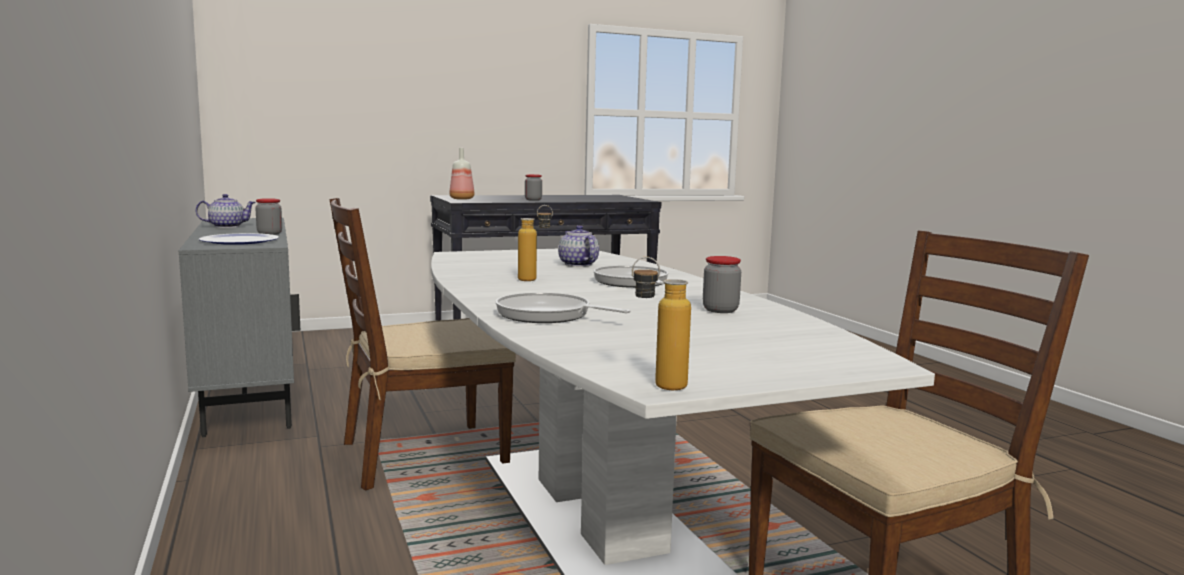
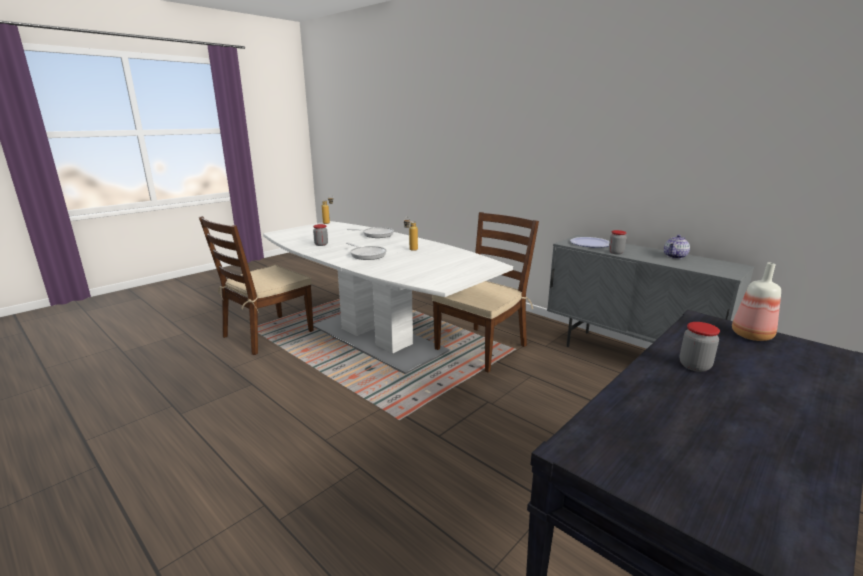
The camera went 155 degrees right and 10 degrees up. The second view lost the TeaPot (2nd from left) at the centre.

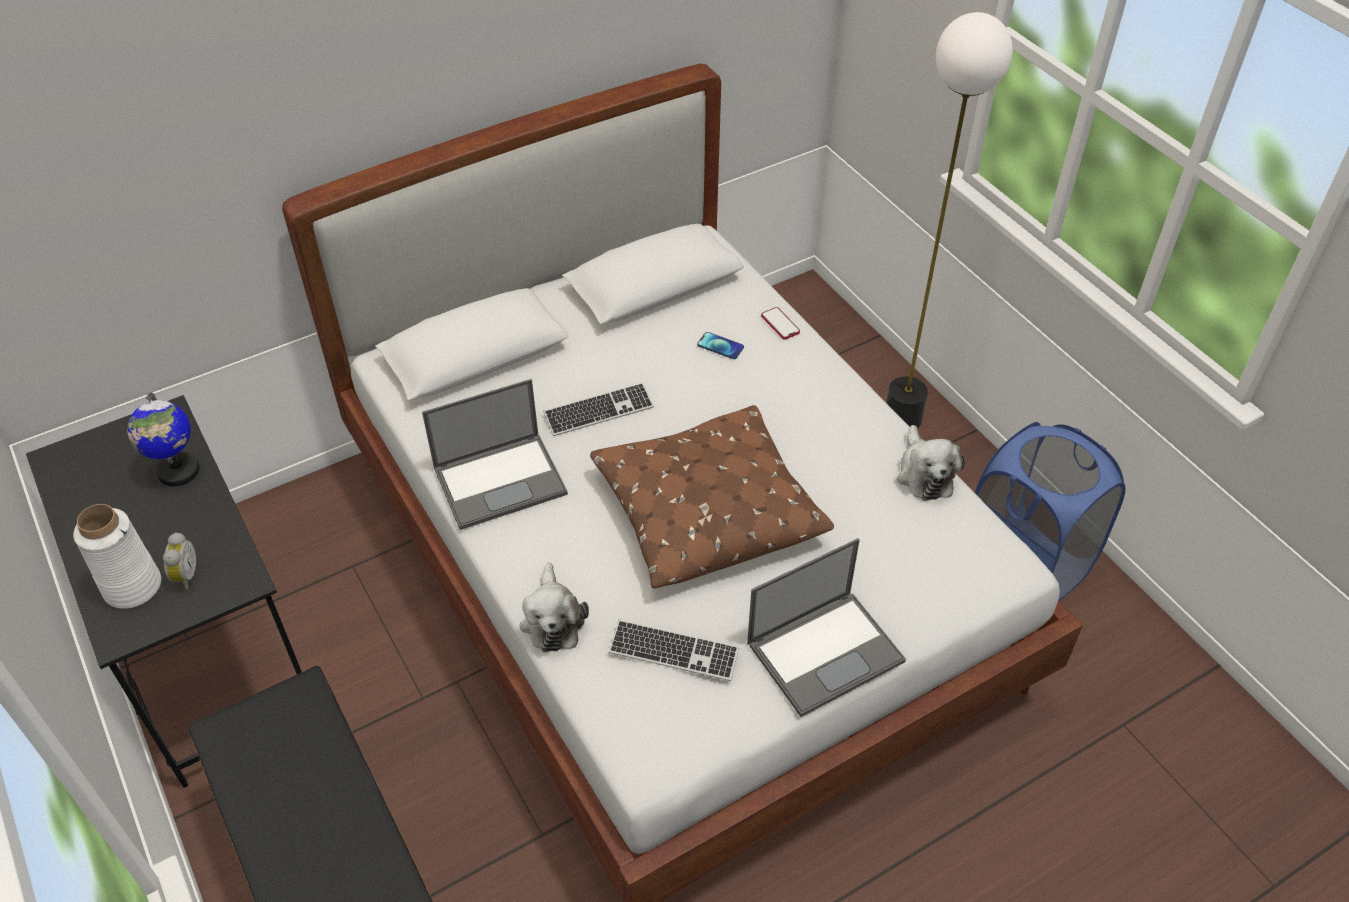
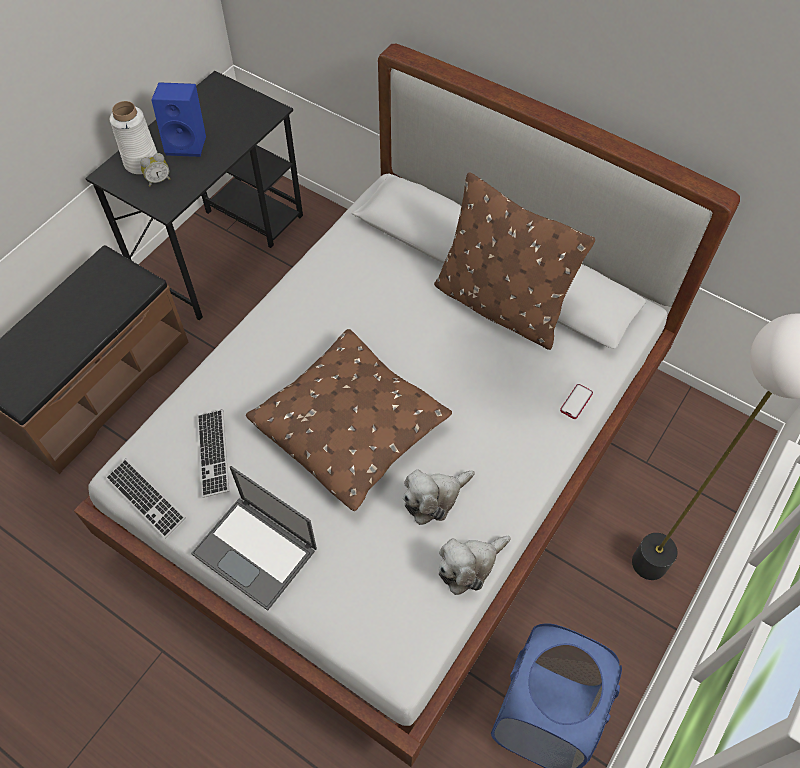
The camera went 65 degrees right and 10 degrees up. The second view lost the Handset (1st from left) at the centre. The second view lost the NotebookComputer (1st from left) at the centre. The ComputerKeyboard (1st from left) ended up elsewhere, having gone from the centre to the middle left. The second view lost the Globe at the middle left. The CuddlyToy (1st from left) ended up elsewhere, having gone from the bottom centre to the centre. The second view gained the BluishSpeaker at the top left. The second view gained the BrownColouredCushion (2nd from left) at the centre.

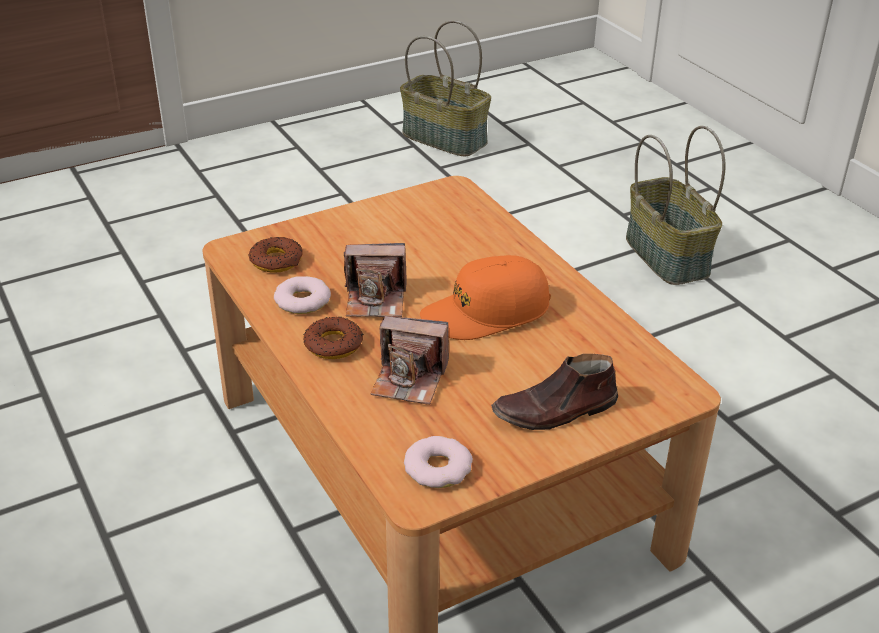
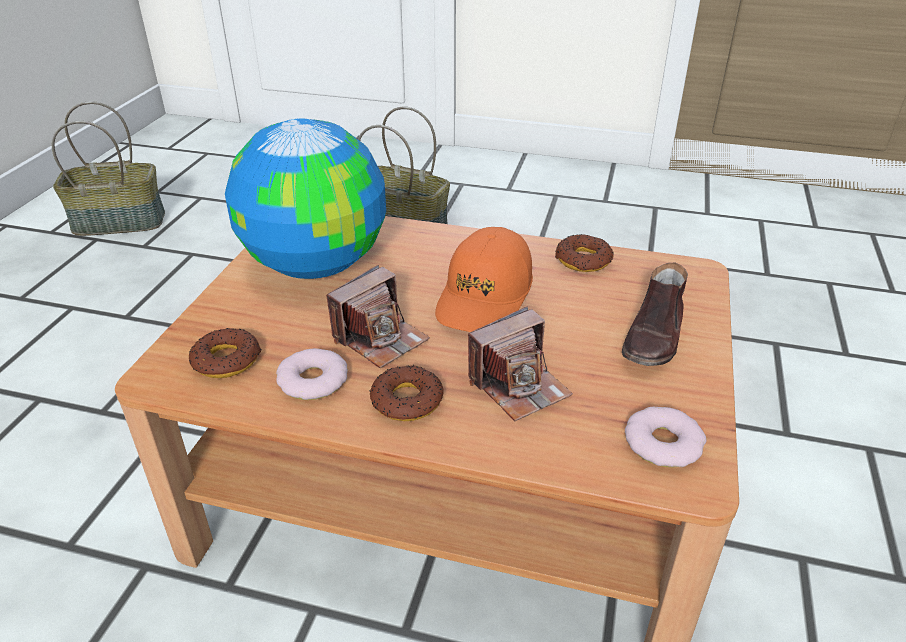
The camera went 45 degrees left and 0 degrees up. The second view gained the Globe at the top centre. The second view gained the Donut (4th from left) at the centre.

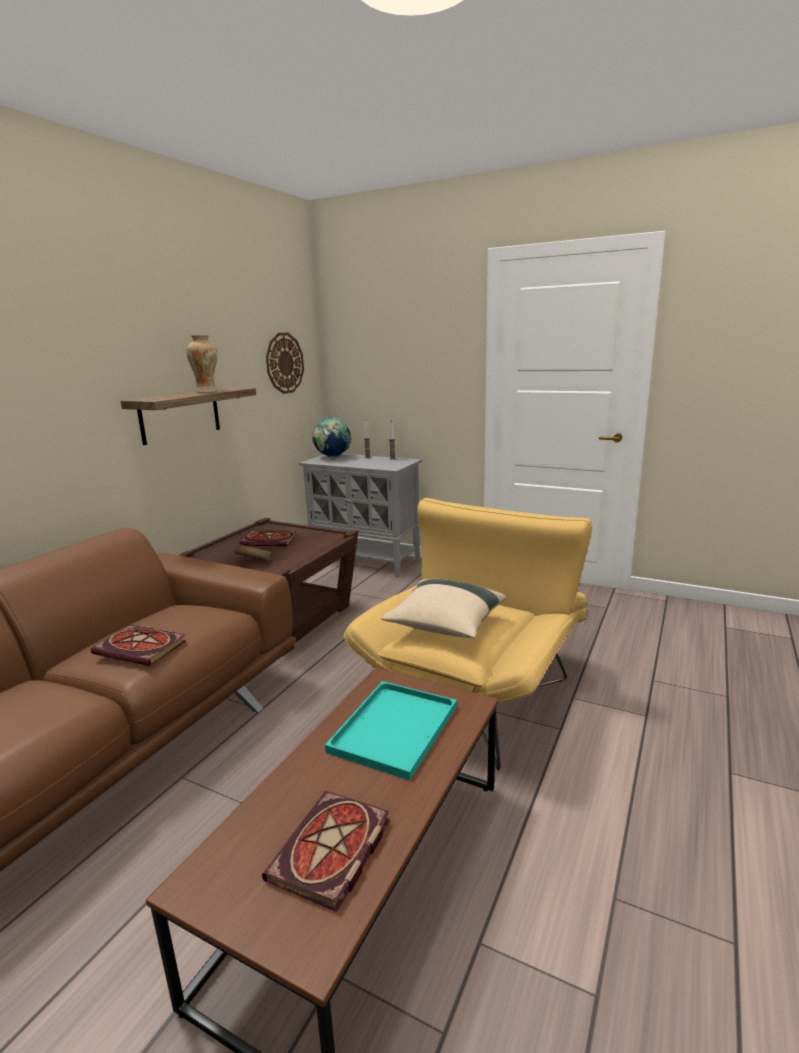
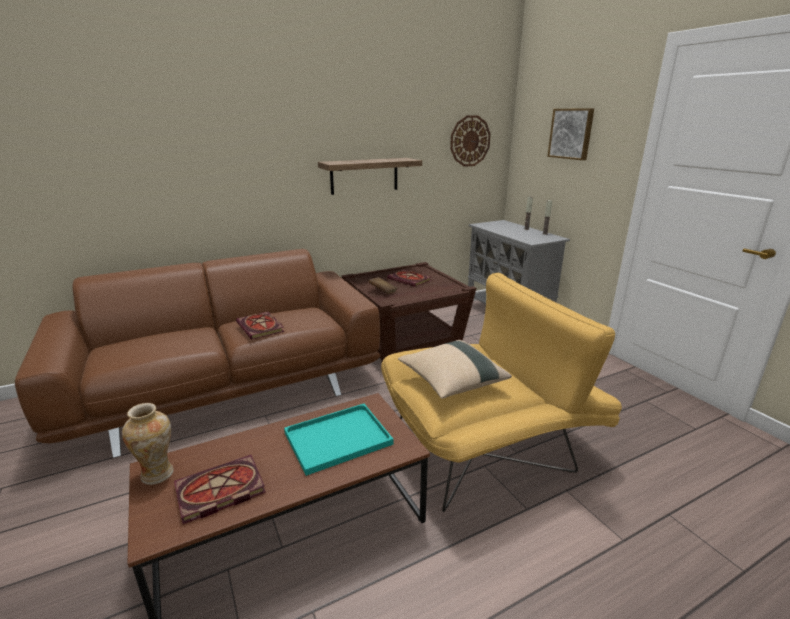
The camera went 35 degrees right and 5 degrees up. The FlowerVase ended up elsewhere, having gone from the middle left to the bottom left. The second view lost the Globe at the centre. The second view gained the WallArt at the top right.

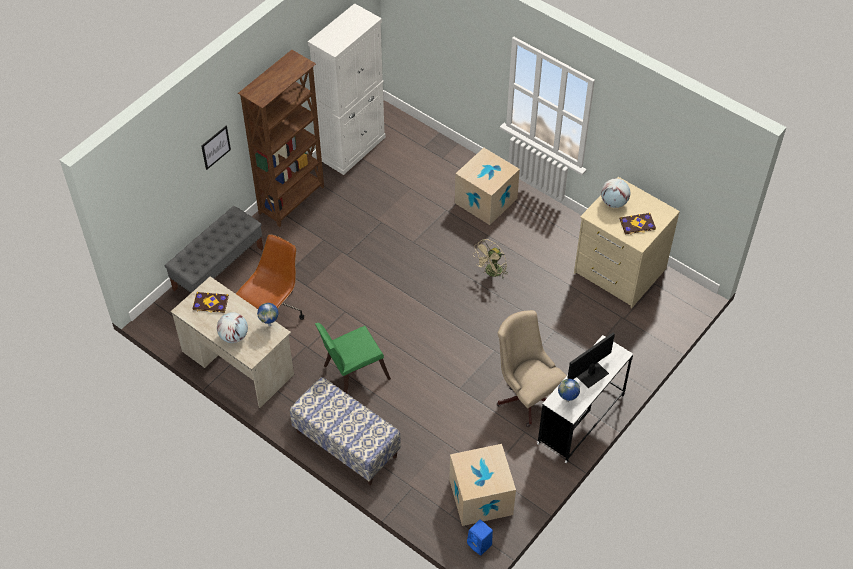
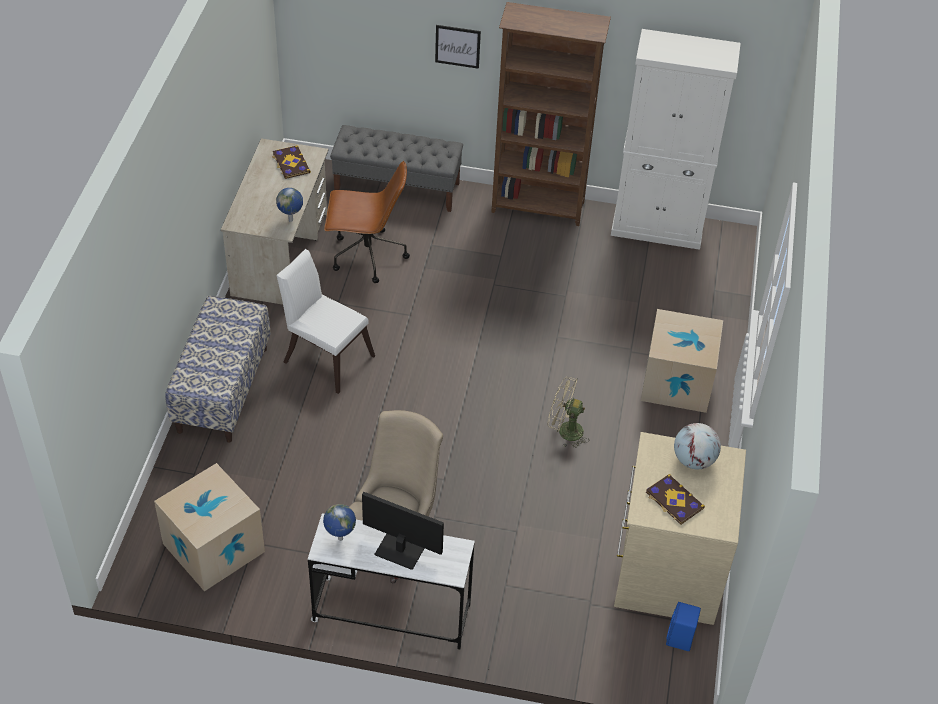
The camera went 60 degrees right and 5 degrees down. The second view lost the Globe (1st from left) at the middle left. What was the GreenColouredUprightChair at the centre turned into the WhiteUprightChair at the centre. The BluishSpeaker ended up elsewhere, having gone from the bottom centre to the bottom right.

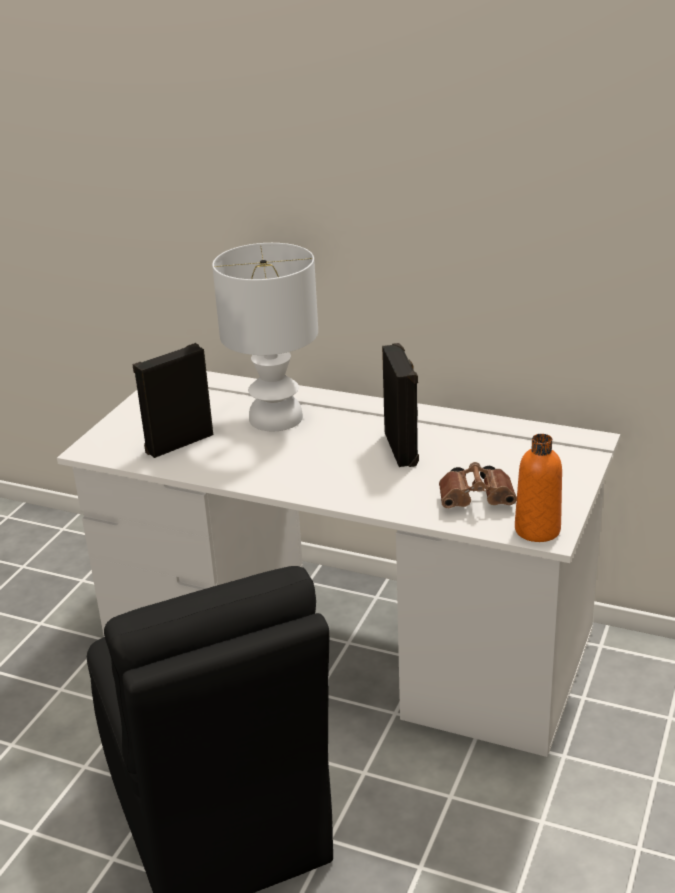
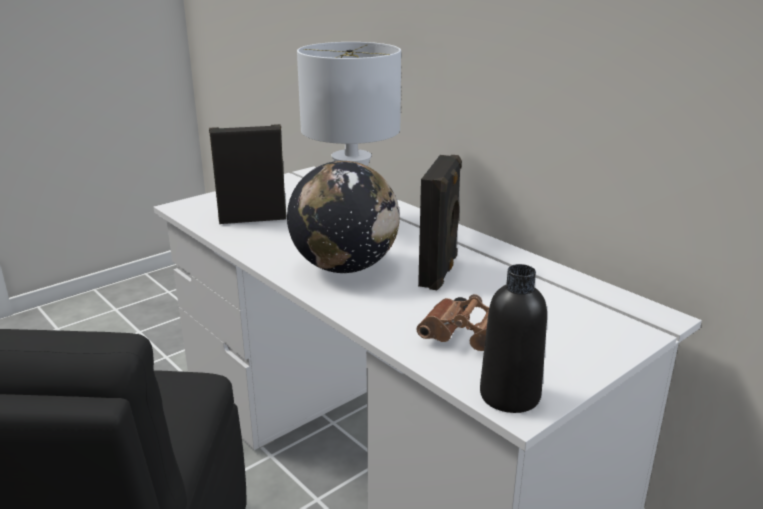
The camera went 25 degrees right and 5 degrees down. What was the OrangeyBottle at the middle right turned into the BlackishBottle at the middle right. The second view gained the Globe at the centre.

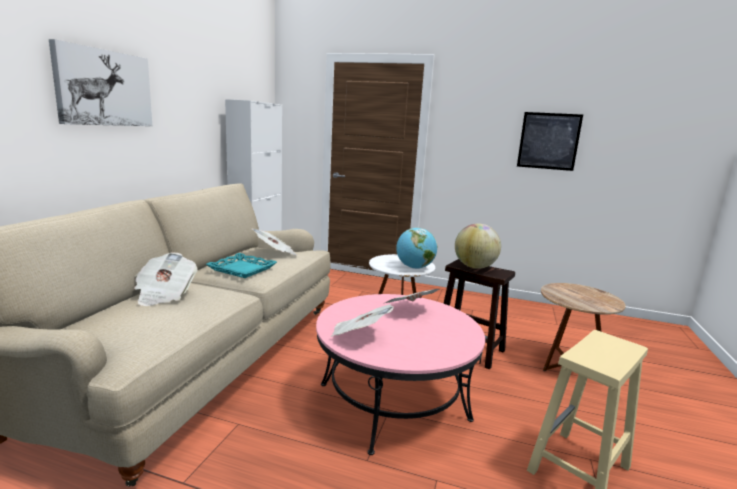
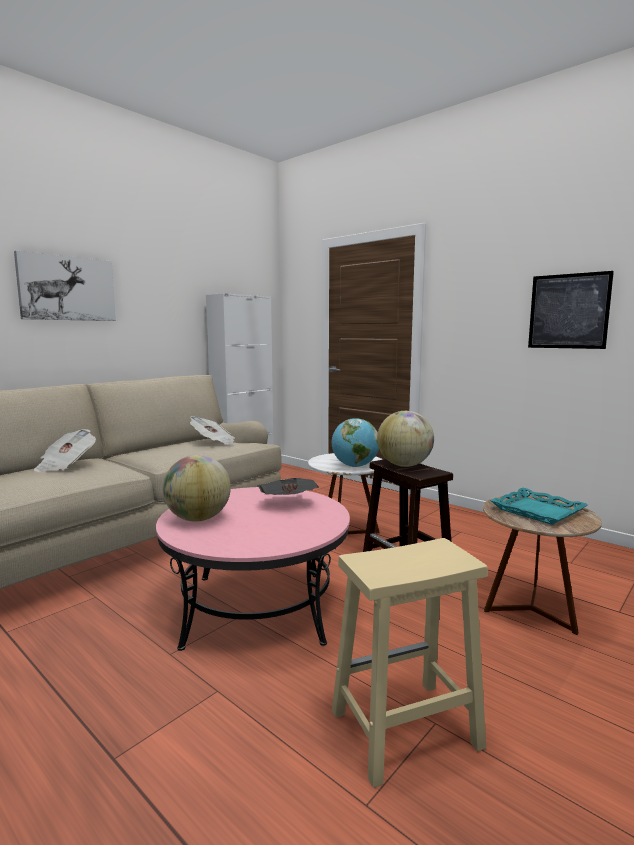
The camera went 25 degrees right and 5 degrees down. The TurquoiseColouredTray ended up elsewhere, having gone from the middle left to the middle right. Where the Newspaper (3rd from left) stood at the centre, the Globe (1st from left) came to stand at the middle left.

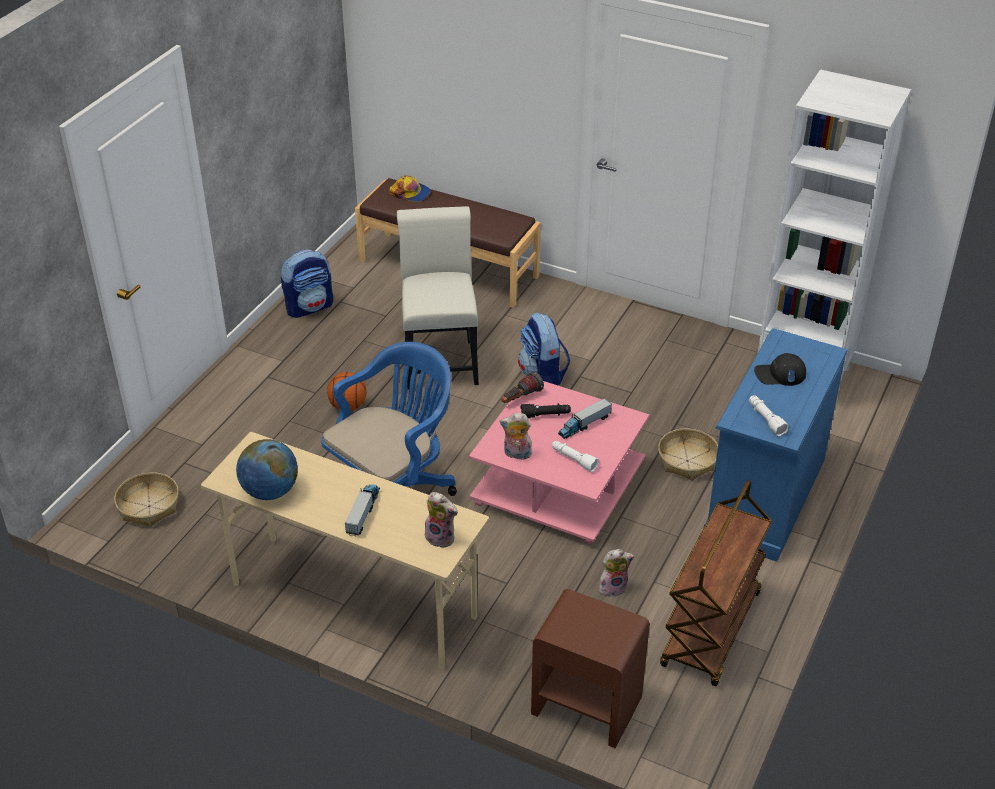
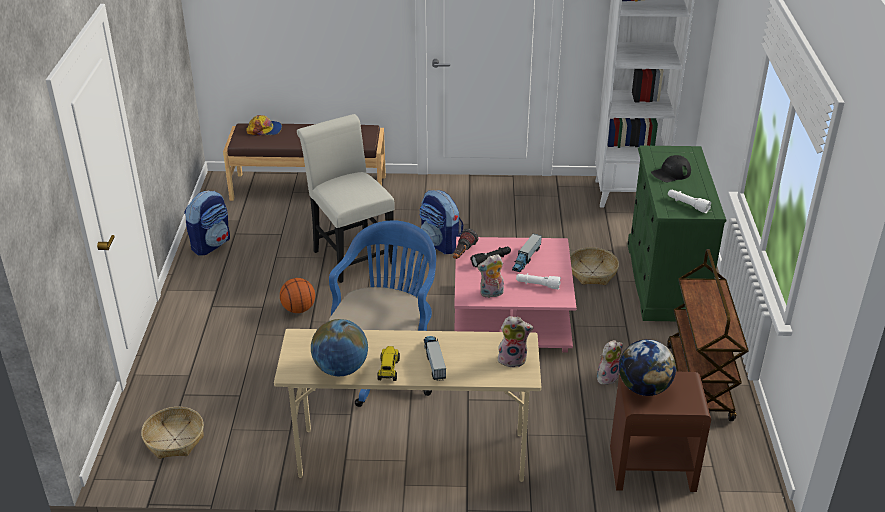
The camera went 25 degrees left and 5 degrees down. What was the BluishDrawerChest at the middle right turned into the GreenColouredDrawerChest at the middle right. The second view gained the Globe (2nd from left) at the bottom right. The second view gained the ModelTruck (1st from left) at the bottom centre.

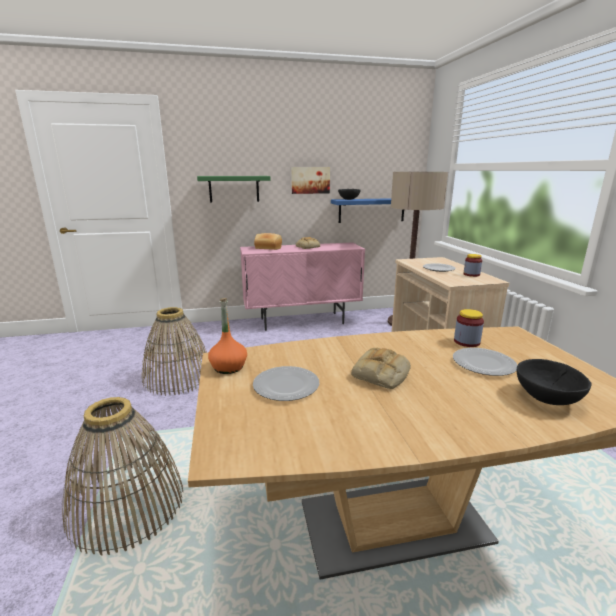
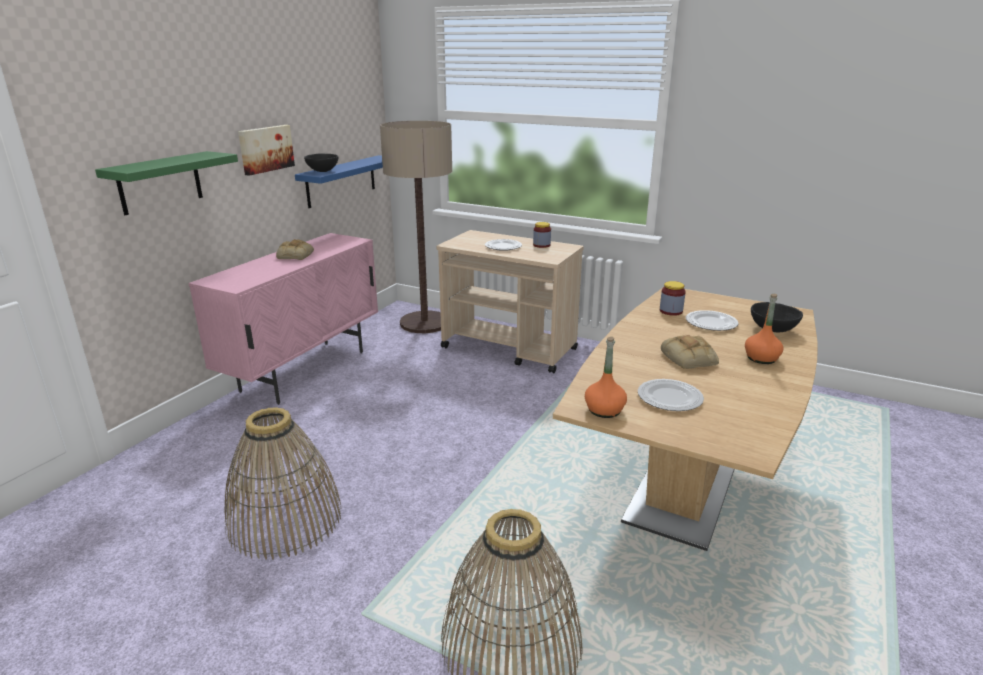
The camera went 50 degrees left and 5 degrees up. The second view lost the BakedBread (1st from left) at the centre. The second view gained the OrangeyBottle (2nd from left) at the middle right.

